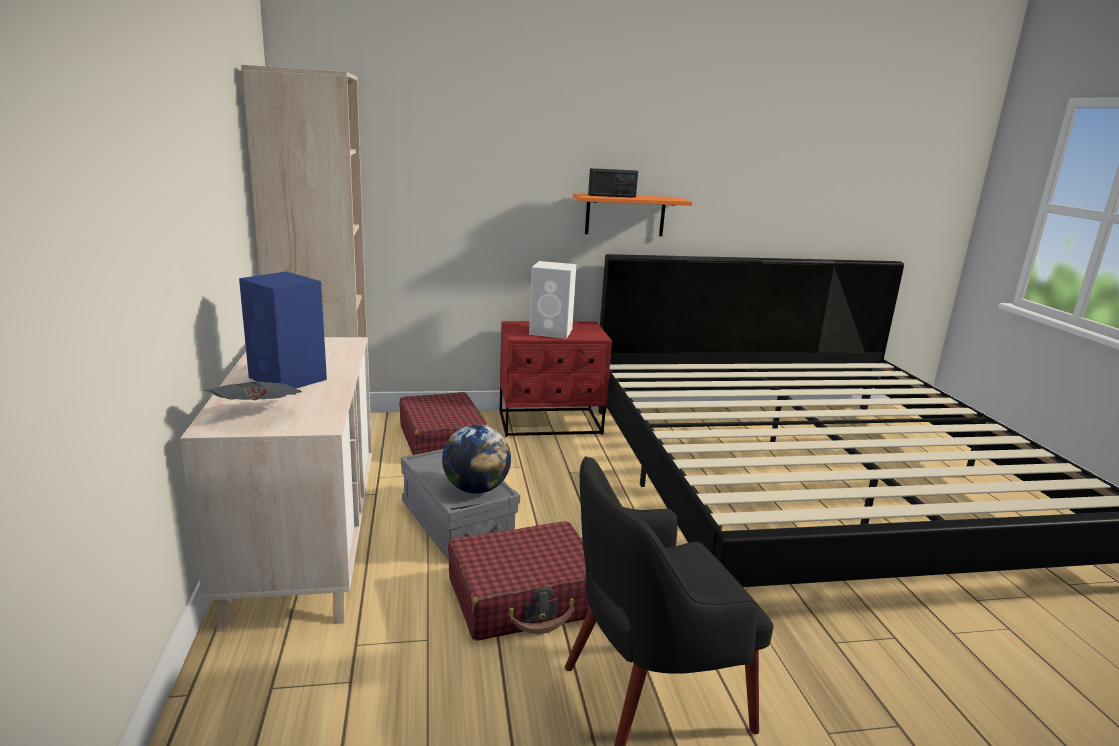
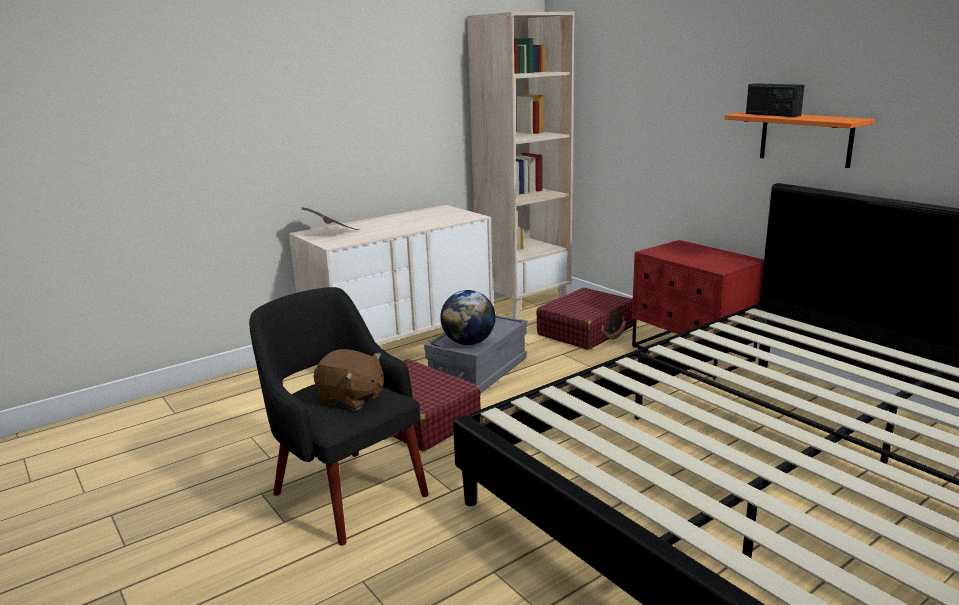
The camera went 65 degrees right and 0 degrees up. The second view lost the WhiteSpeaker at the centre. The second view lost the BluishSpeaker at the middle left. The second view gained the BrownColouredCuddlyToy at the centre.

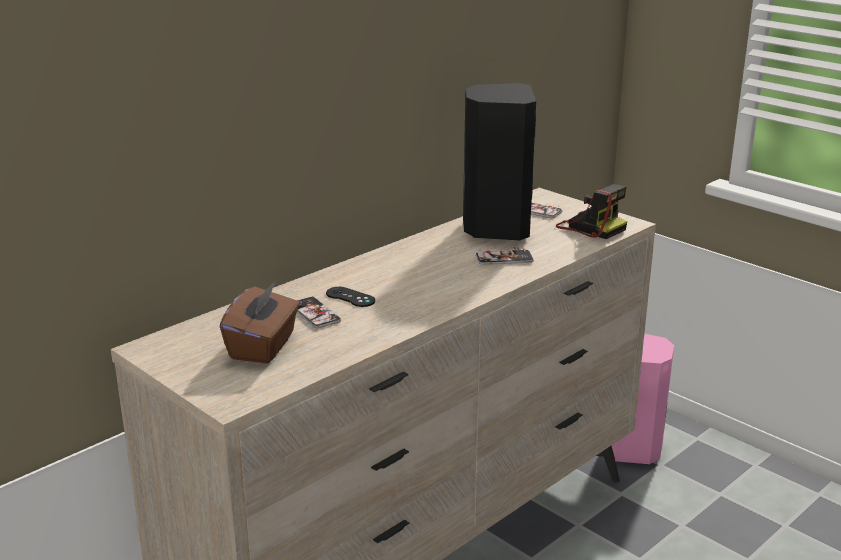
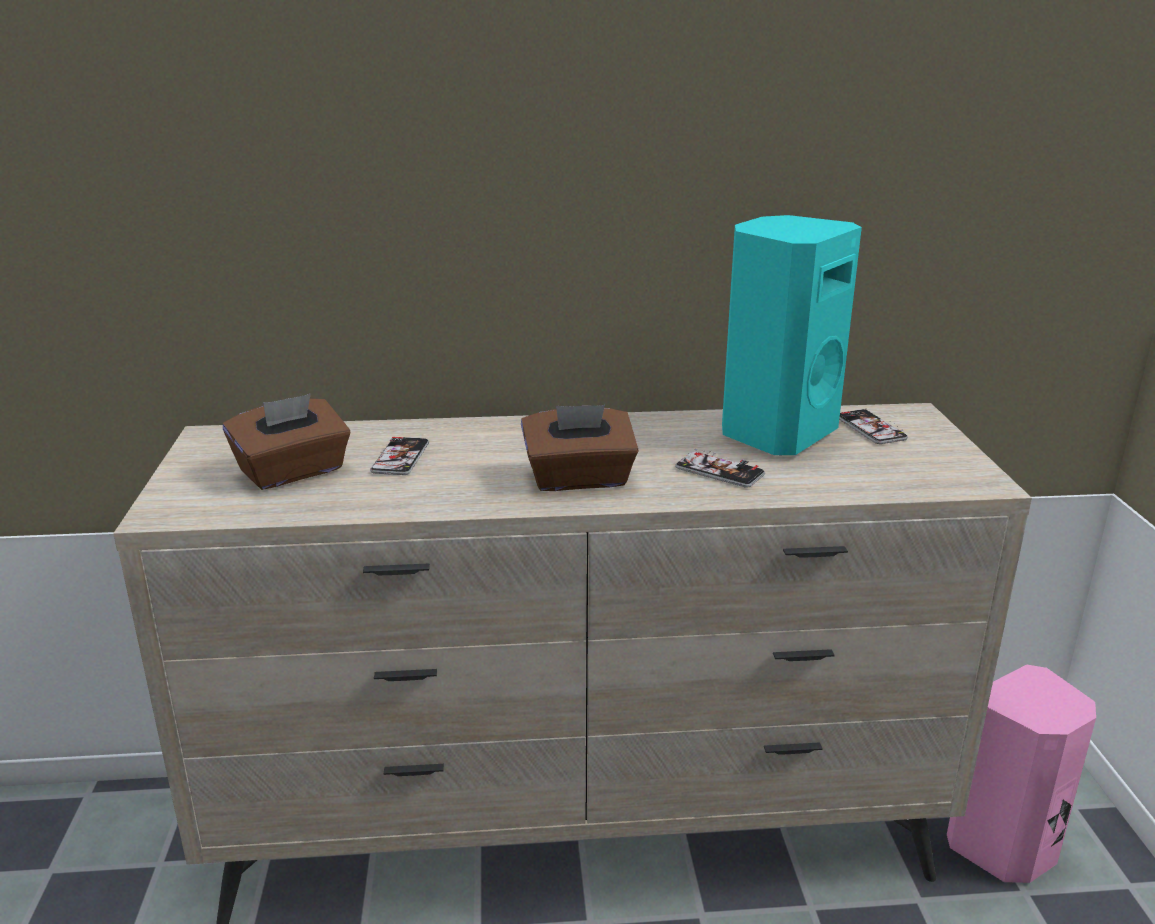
The camera went 40 degrees right and 0 degrees up. What was the BlackishSpeaker at the top centre turned into the TurquoiseColouredSpeaker at the middle right. The second view lost the PhotoCamera at the middle right. The second view lost the BlackishGameController at the centre. The second view gained the BrownColouredTissueHolder (2nd from left) at the centre.

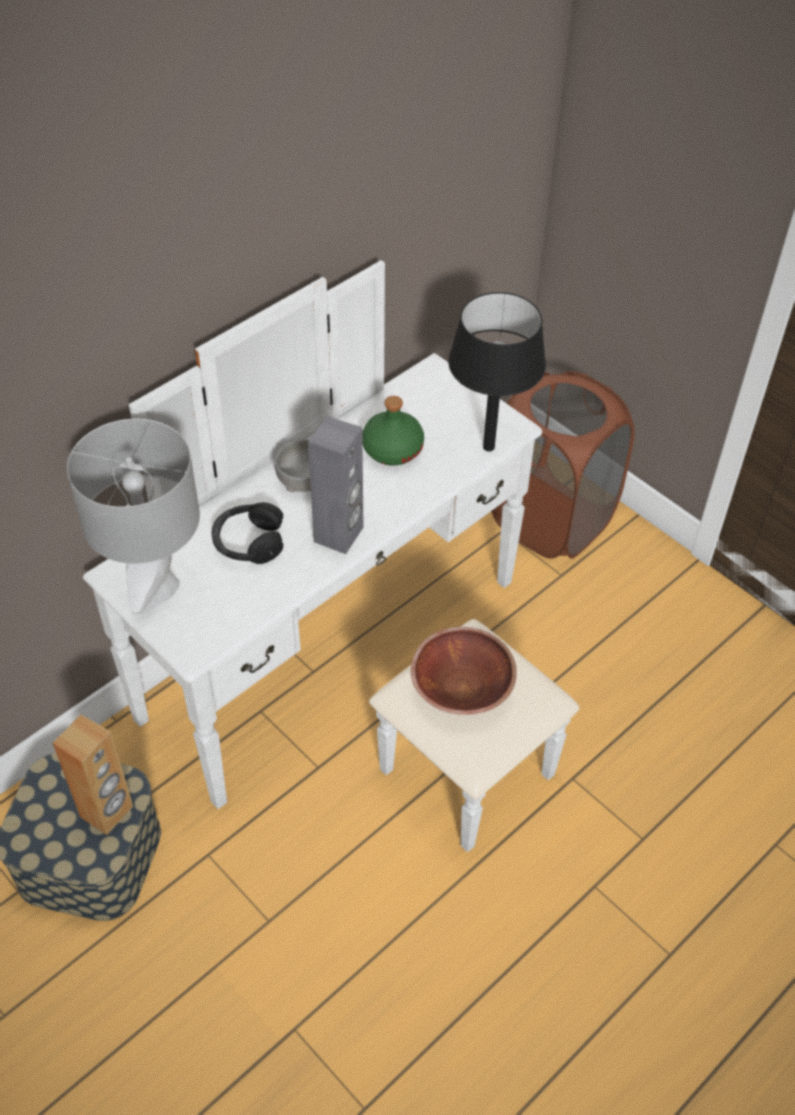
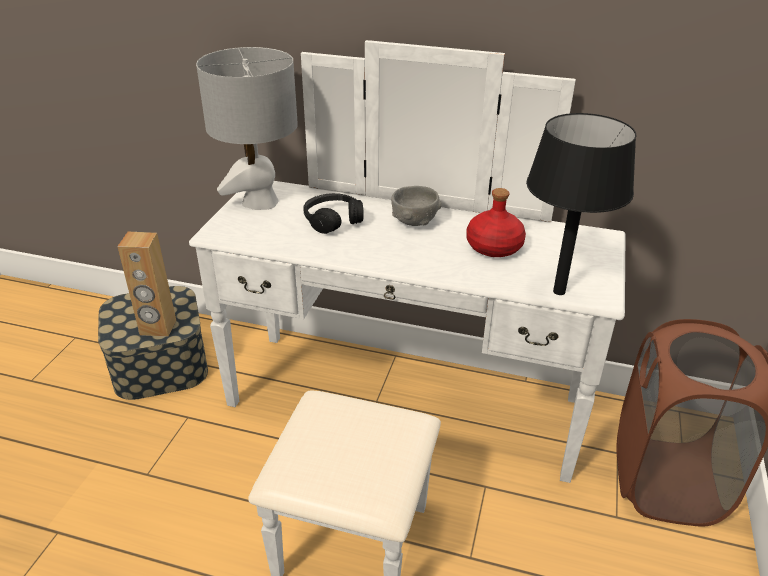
The camera went 60 degrees right and 15 degrees down. What was the GreenColouredBottle at the centre turned into the ReddishBottle at the centre. The second view lost the GreyishSpeaker at the centre. The second view lost the BrownColouredDeepDish at the centre.

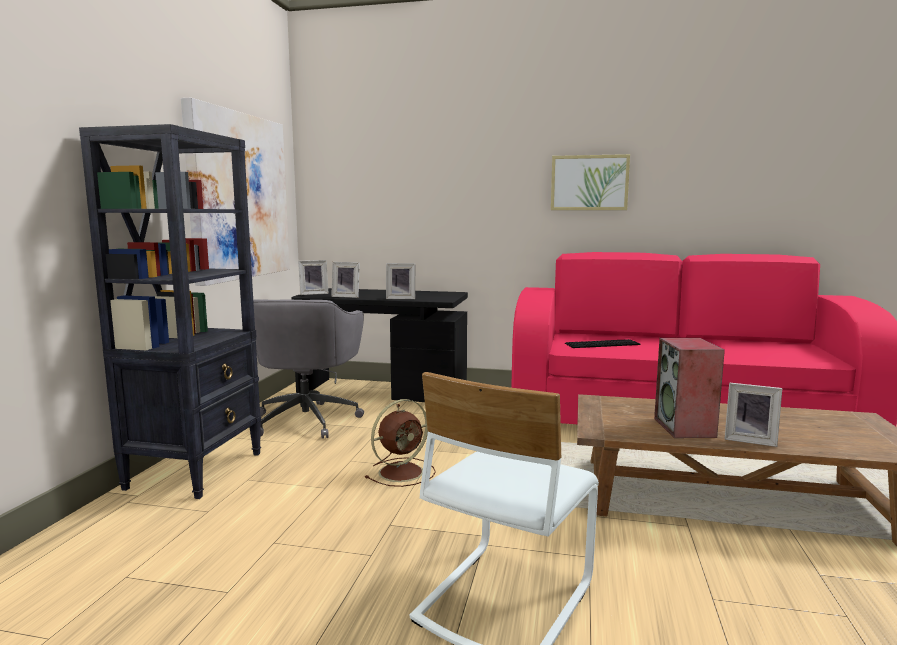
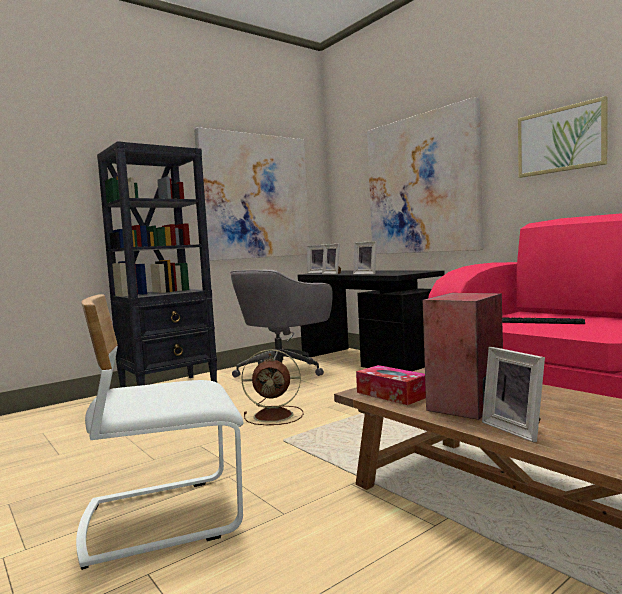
The camera went 40 degrees right and 5 degrees down. The second view gained the WallArt (2nd from left) at the top right. The second view gained the TissueHolder at the centre.

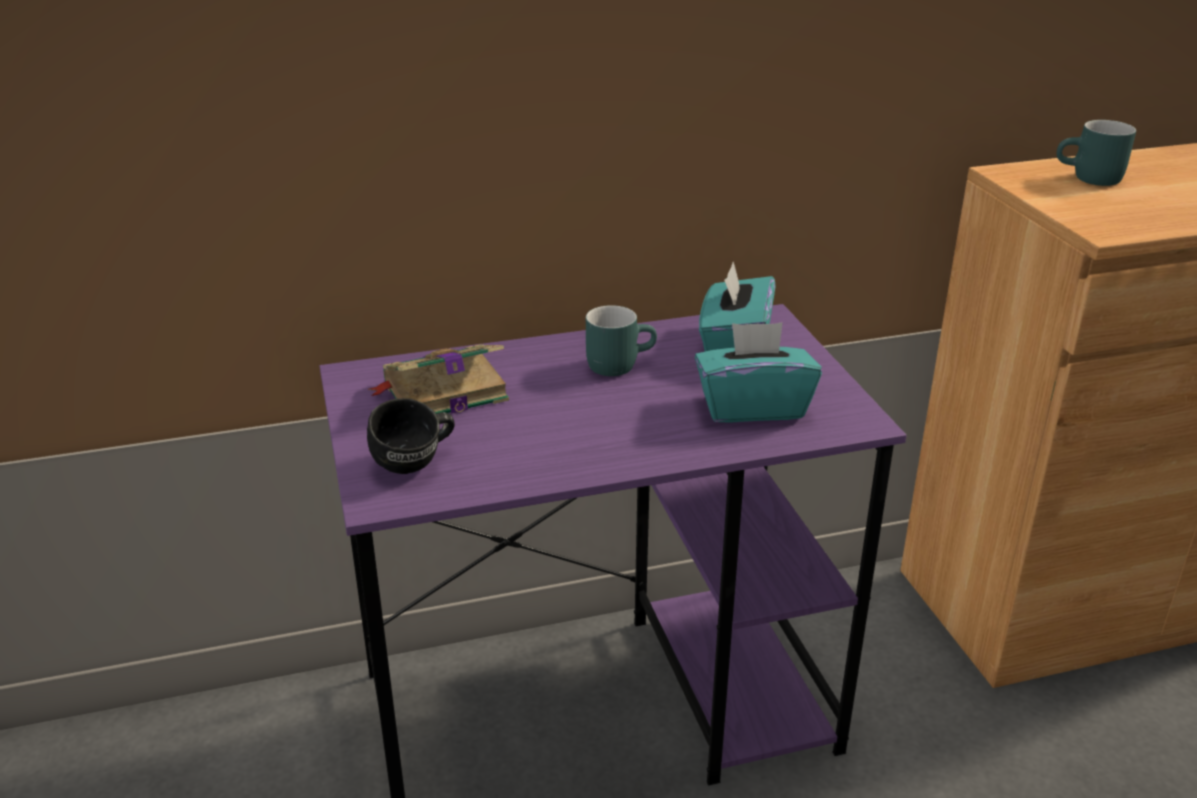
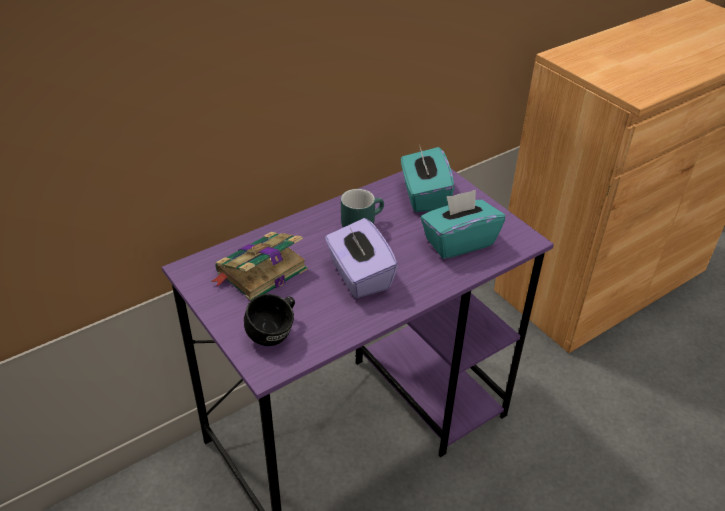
The camera went 20 degrees left and 10 degrees up. The second view lost the TurquoiseColouredMug (2nd from left) at the top right. The second view gained the PurpleTissueHolder at the centre.

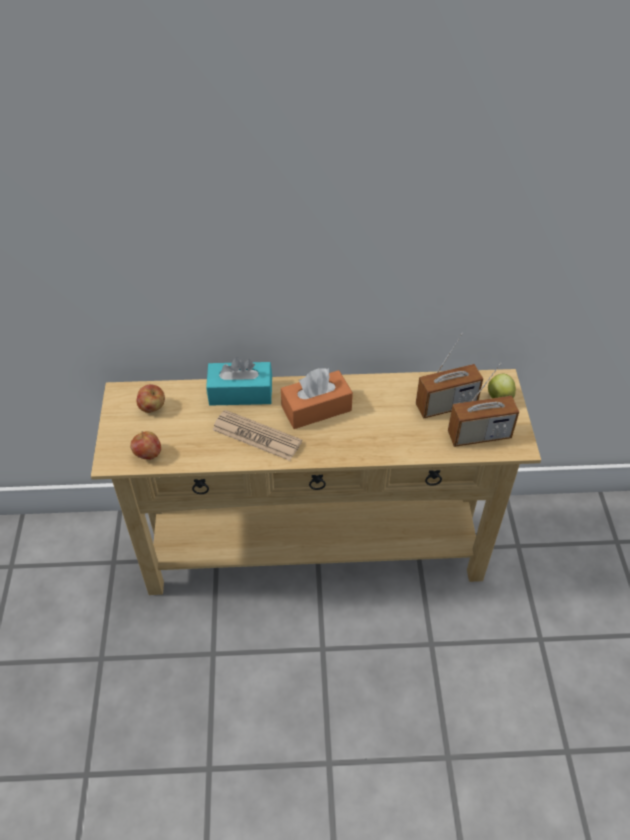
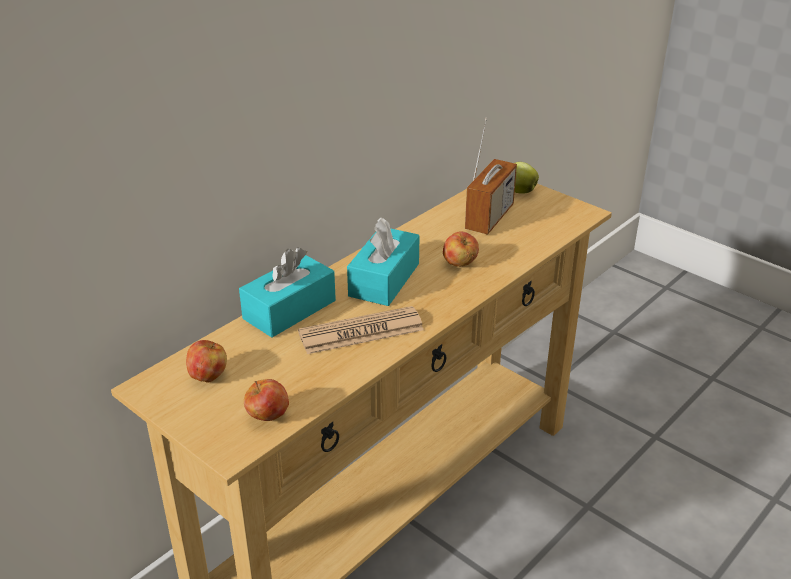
The camera went 45 degrees left and 15 degrees down. The second view lost the RadioReceiver (2nd from left) at the middle right. What was the OrangeyTissueHolder at the centre turned into the TurquoiseColouredTissueHolder (2nd from left) at the centre. The second view gained the AppleFruit (3rd from left) at the centre.

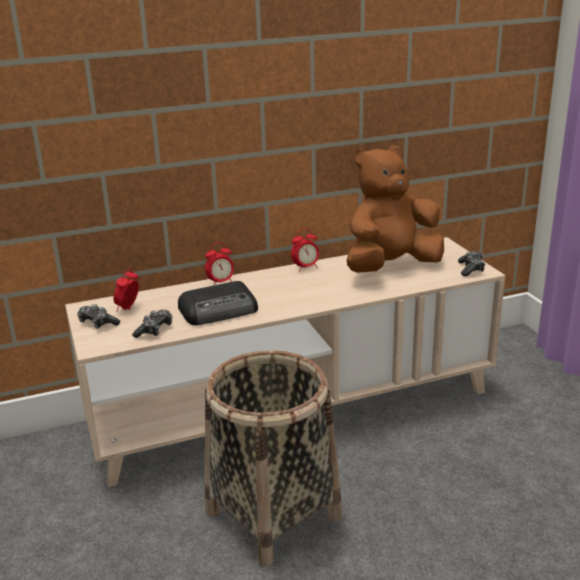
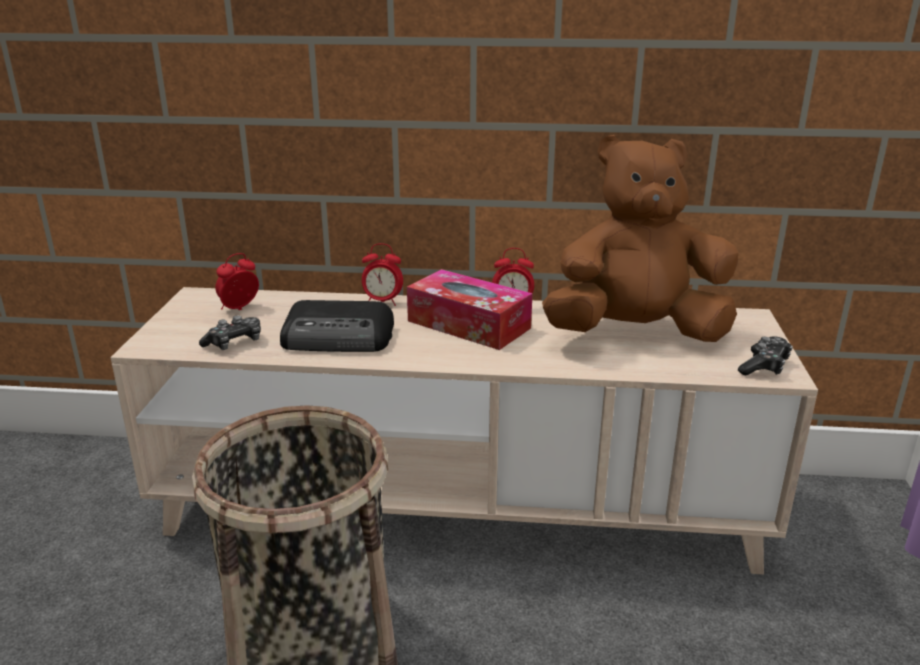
The camera went 25 degrees right and 0 degrees up. The second view lost the GameController (1st from left) at the middle left. The second view gained the TissueHolder at the centre.

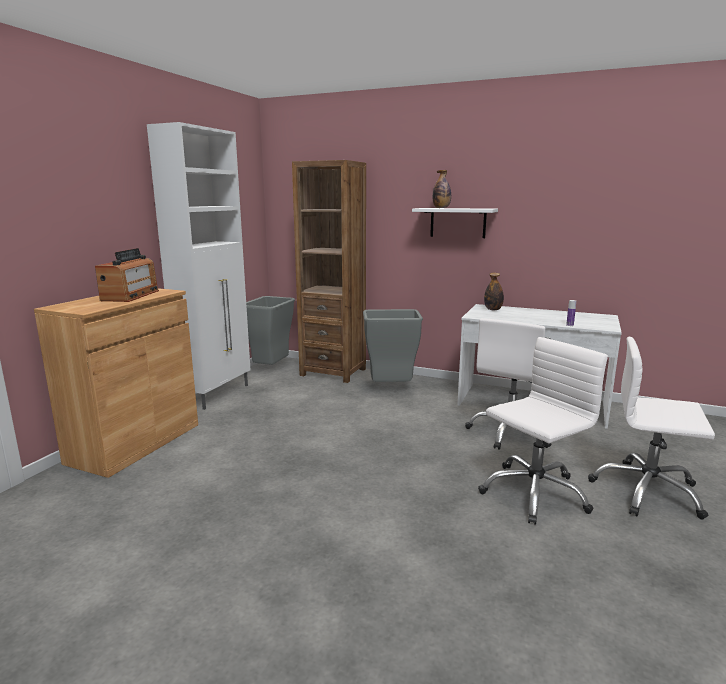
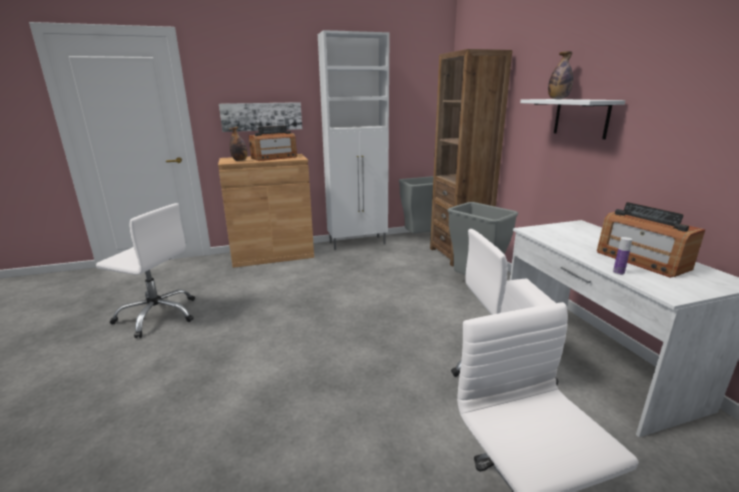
The camera went 50 degrees right and 5 degrees up. The Bottle (2nd from left in the first image) ended up elsewhere, having gone from the middle right to the top left. The WhiteDeskChair (2nd from left in the first image) ended up elsewhere, having gone from the middle right to the middle left. The second view gained the WallArt at the top centre. The second view gained the RadioReceiver (2nd from left) at the middle right.

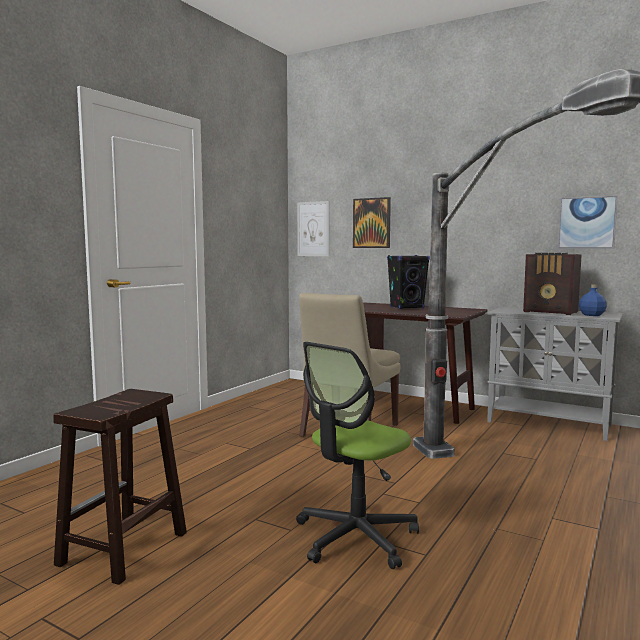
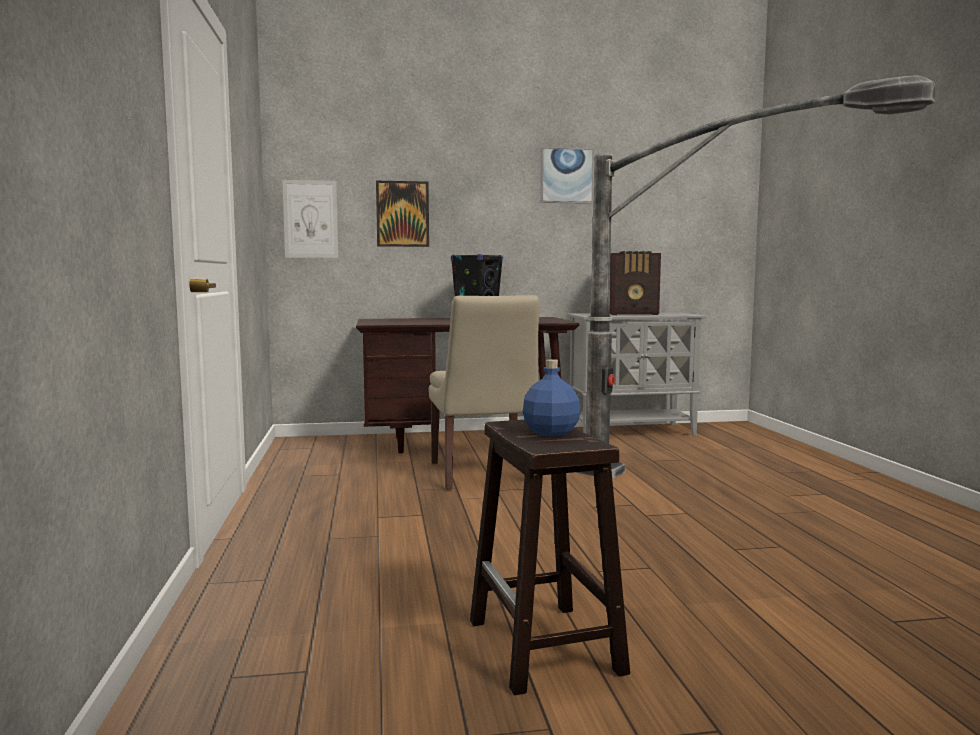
The camera went 40 degrees left and 0 degrees up. The WallArt (3rd from left) ended up elsewhere, having gone from the middle right to the top centre. The BluishBottle ended up elsewhere, having gone from the middle right to the centre. The second view lost the DeskChair at the bottom centre.

